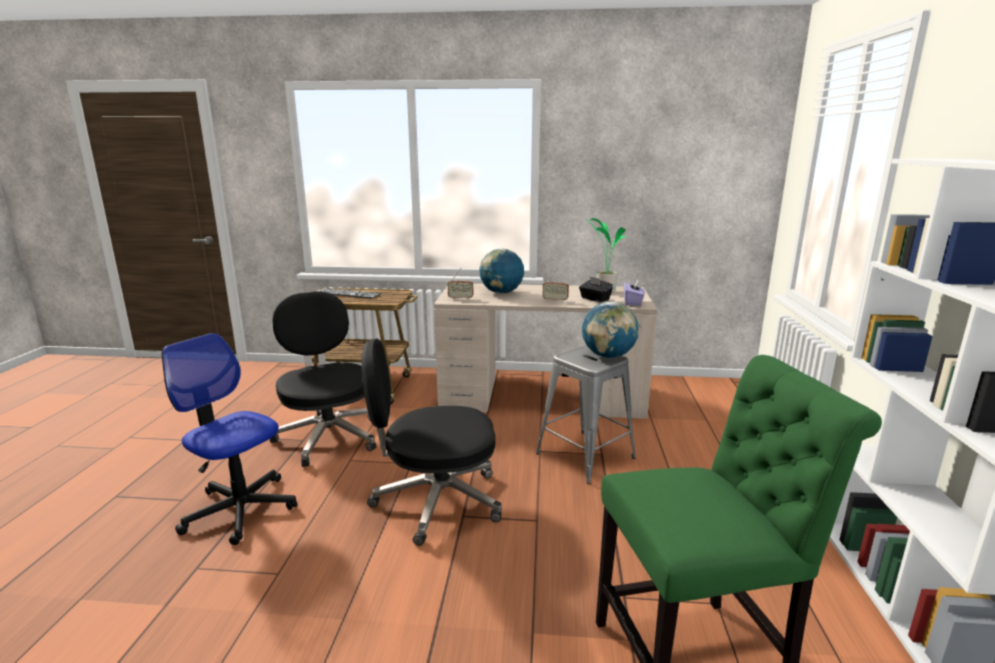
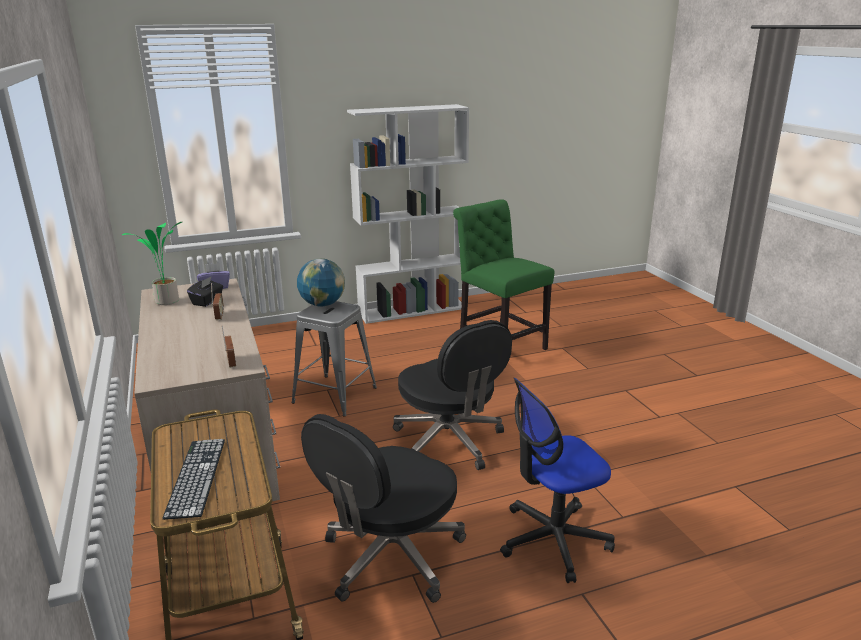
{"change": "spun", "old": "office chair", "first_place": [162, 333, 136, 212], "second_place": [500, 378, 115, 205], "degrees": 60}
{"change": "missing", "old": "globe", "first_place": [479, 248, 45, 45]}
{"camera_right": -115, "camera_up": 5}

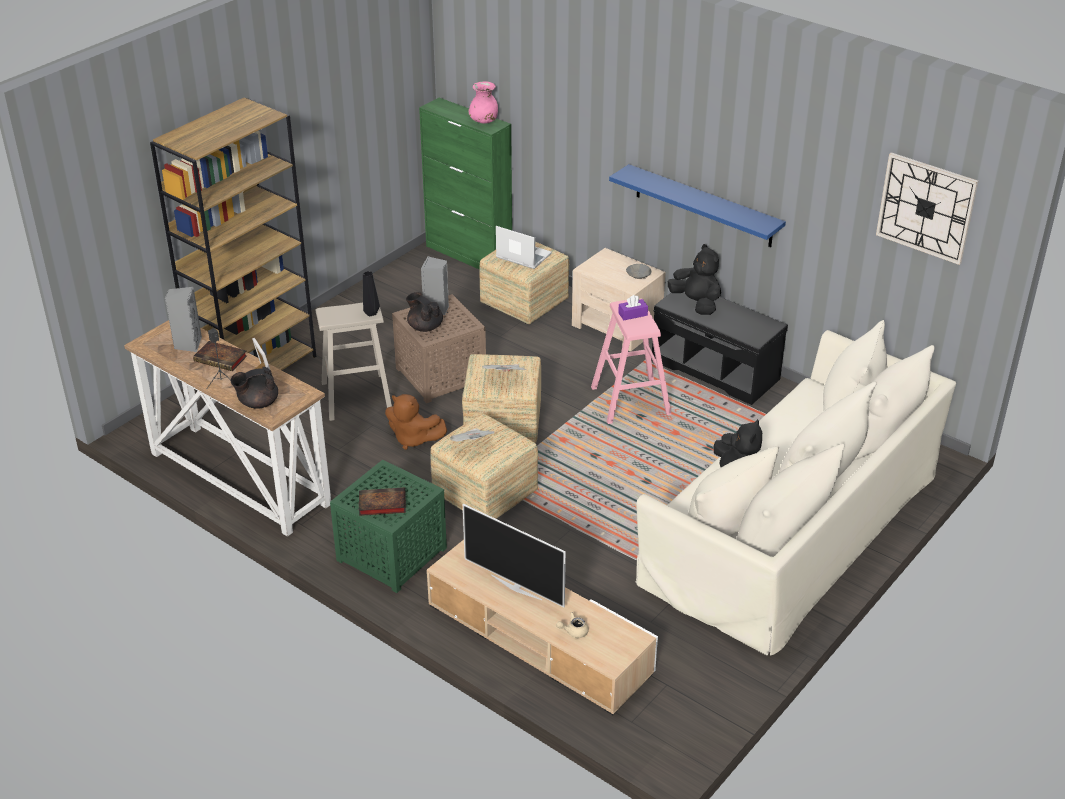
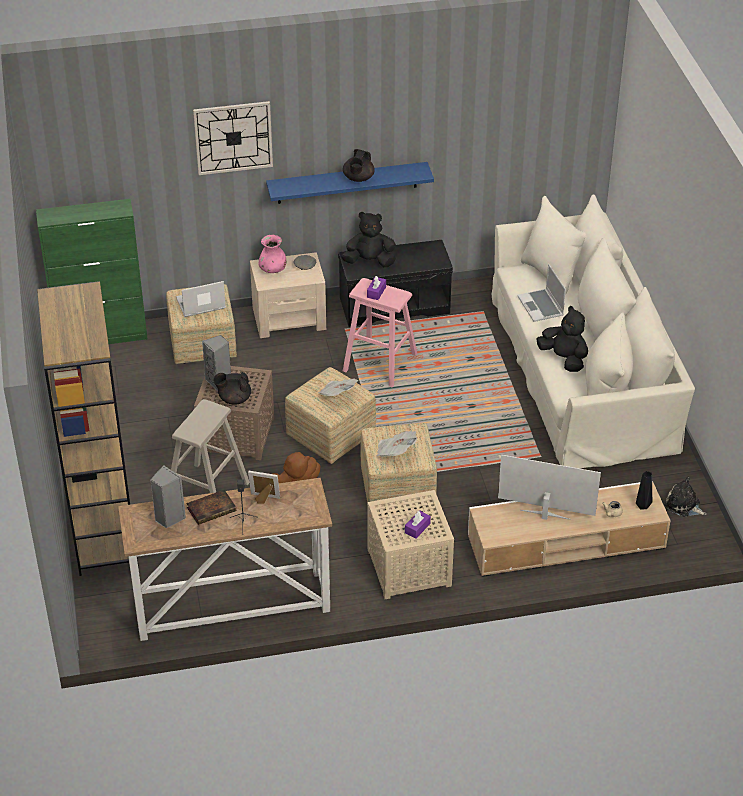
{"change": "relocated", "old": "wall clock", "first_place": [876, 153, 103, 112], "second_place": [193, 101, 80, 74]}
{"change": "relocated", "old": "vase (pink)", "first_place": [469, 81, 29, 43], "second_place": [259, 235, 27, 38]}
{"change": "relocated", "old": "teapot (black)", "first_place": [230, 367, 48, 42], "second_place": [343, 149, 32, 33]}
{"change": "colour", "old": "side table (green)", "new": "side table (beige)", "first_place": [330, 460, 117, 133], "second_place": [367, 490, 87, 109]}
{"change": "exchanged", "old": "book", "new": "tissue box (purple)", "first_place": [359, 487, 47, 29], "second_place": [405, 510, 26, 29]}
{"change": "spun", "old": "television", "first_place": [463, 504, 103, 103], "second_place": [498, 455, 103, 65], "degrees": -150}
{"change": "appeared", "new": "laptop", "second_place": [517, 264, 49, 58]}
{"change": "relocated", "old": "vase (black)", "first_place": [363, 271, 17, 45], "second_place": [636, 471, 16, 38]}
{"change": "appeared", "new": "plush toy", "second_place": [664, 477, 43, 40]}
{"camera_right": -50, "camera_up": 5}

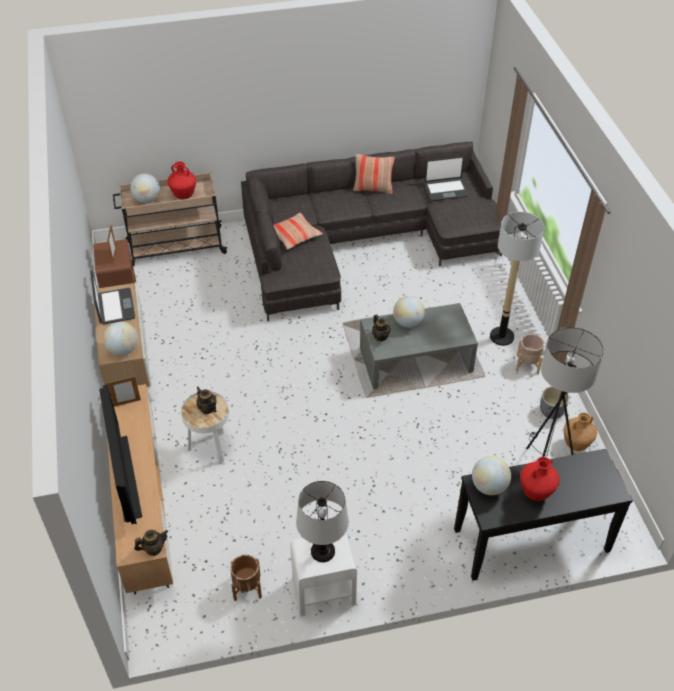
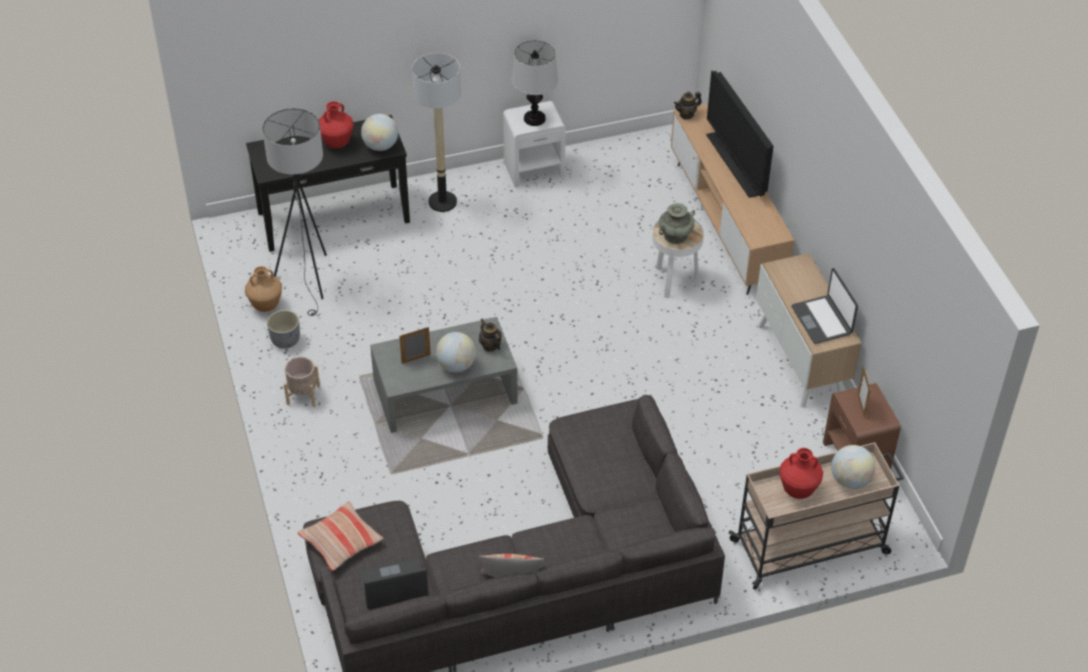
{"change": "relocated", "old": "pillow", "first_place": [273, 212, 50, 38], "second_place": [298, 501, 85, 70]}
{"change": "relocated", "old": "picture frame", "first_place": [108, 377, 33, 30], "second_place": [399, 327, 32, 37]}
{"change": "relocated", "old": "floor lamp", "first_place": [490, 212, 54, 134], "second_place": [412, 53, 49, 159]}
{"change": "exchanged", "old": "teapot", "new": "vase (turquoise)", "first_place": [196, 387, 21, 27], "second_place": [659, 203, 36, 41]}
{"change": "missing", "old": "globe", "first_place": [103, 322, 35, 34]}
{"change": "missing", "old": "planter (brown)", "first_place": [230, 555, 32, 46]}
{"camera_right": 175, "camera_up": 0}

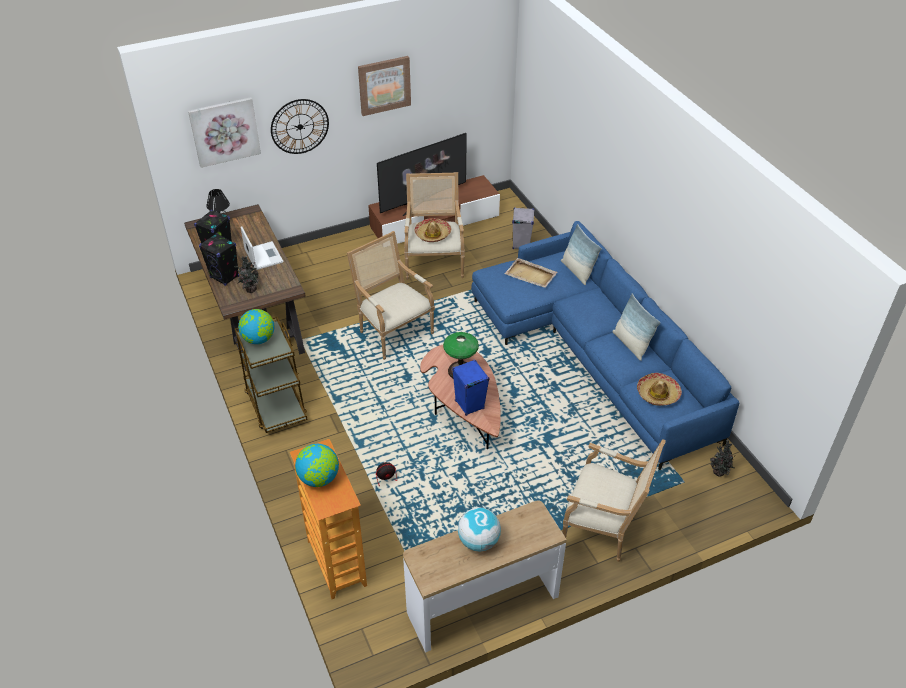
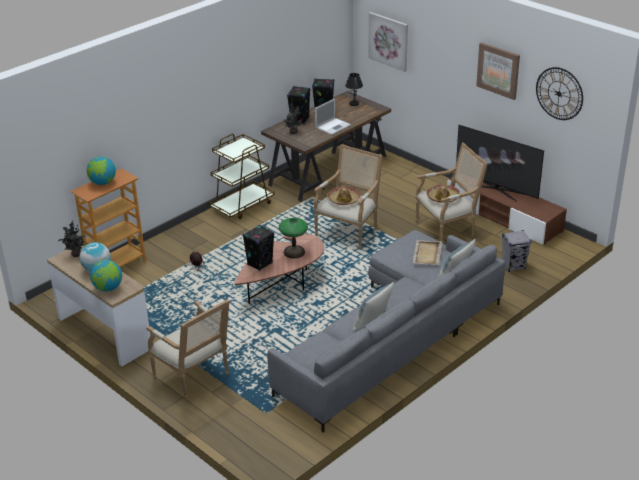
{"change": "relocated", "old": "potted plant", "first_place": [710, 439, 25, 38], "second_place": [58, 220, 29, 37]}
{"change": "relocated", "old": "globe", "first_place": [238, 309, 36, 35], "second_place": [90, 260, 32, 32]}
{"change": "spun", "old": "armchair", "first_place": [562, 439, 104, 123], "second_place": [146, 299, 83, 101], "degrees": -45}
{"change": "colour", "old": "speaker (blue)", "new": "speaker (black)", "first_place": [452, 359, 38, 57], "second_place": [242, 225, 32, 46]}
{"change": "colour", "old": "sofa (blue)", "new": "sofa (grey)", "first_place": [471, 221, 268, 249], "second_place": [268, 230, 237, 202]}
{"change": "relocated", "old": "hat", "first_place": [637, 373, 45, 33], "second_place": [327, 186, 34, 19]}
{"change": "relocated", "old": "wall clock", "first_place": [271, 99, 58, 55], "second_place": [536, 67, 47, 53]}
{"camera_right": 70, "camera_up": -10}

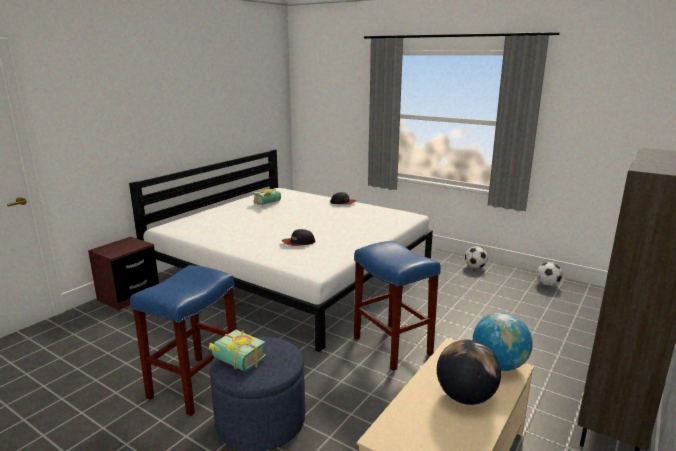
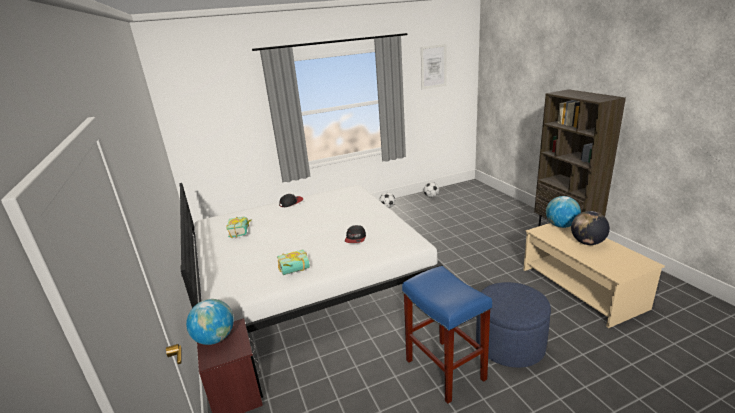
{"change": "appeared", "new": "globe", "second_place": [186, 299, 48, 46]}
{"change": "relocated", "old": "book", "first_place": [209, 330, 57, 42], "second_place": [277, 249, 33, 26]}
{"change": "appeared", "new": "picture", "second_place": [421, 44, 26, 45]}
{"change": "missing", "old": "stool (blue)", "first_place": [354, 241, 87, 130]}
{"camera_right": -55, "camera_up": 5}

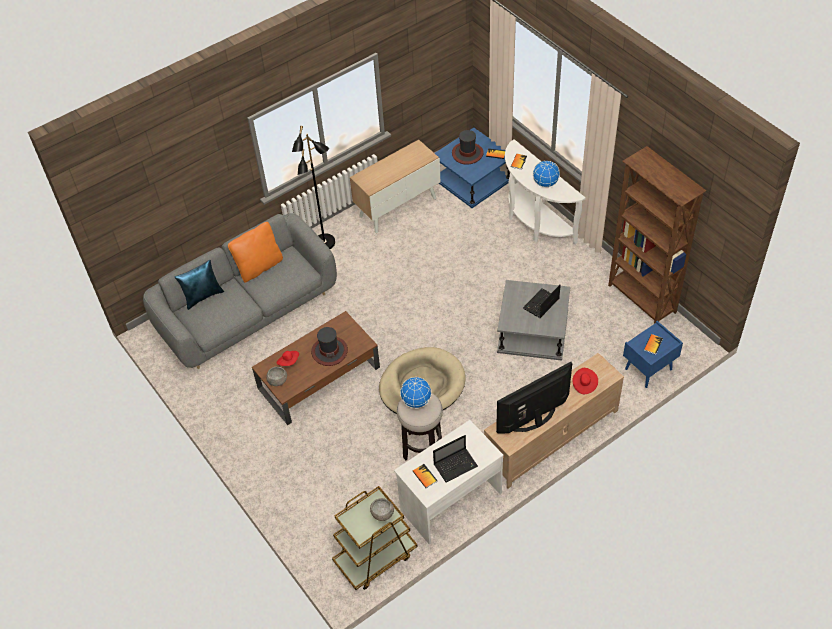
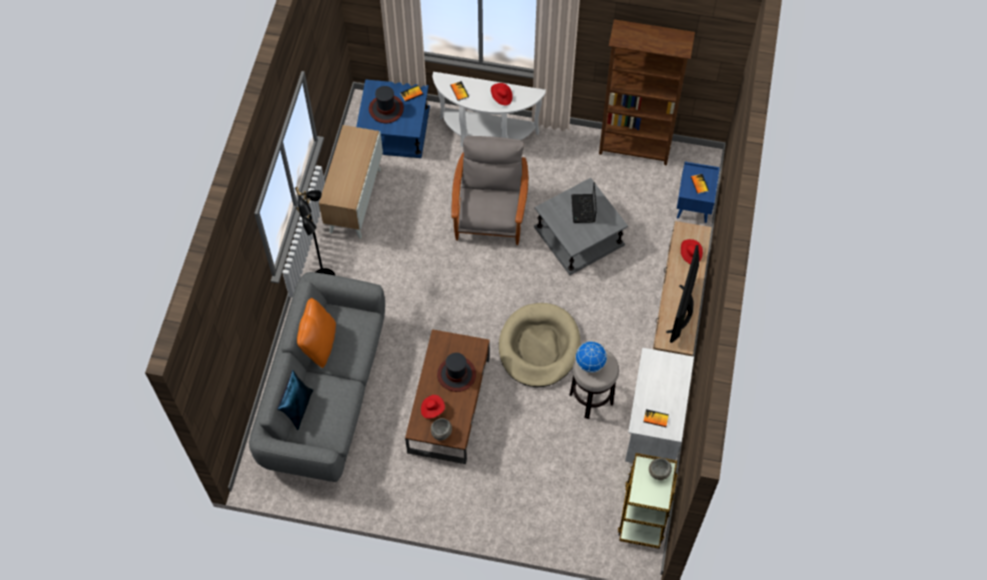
{"change": "appeared", "new": "armchair (grey)", "second_place": [451, 136, 78, 109]}
{"change": "exchanged", "old": "globe", "new": "hat (red)", "first_place": [533, 161, 27, 26], "second_place": [491, 83, 22, 22]}
{"change": "missing", "old": "laptop", "first_place": [433, 435, 45, 48]}
{"camera_right": -45, "camera_up": 10}

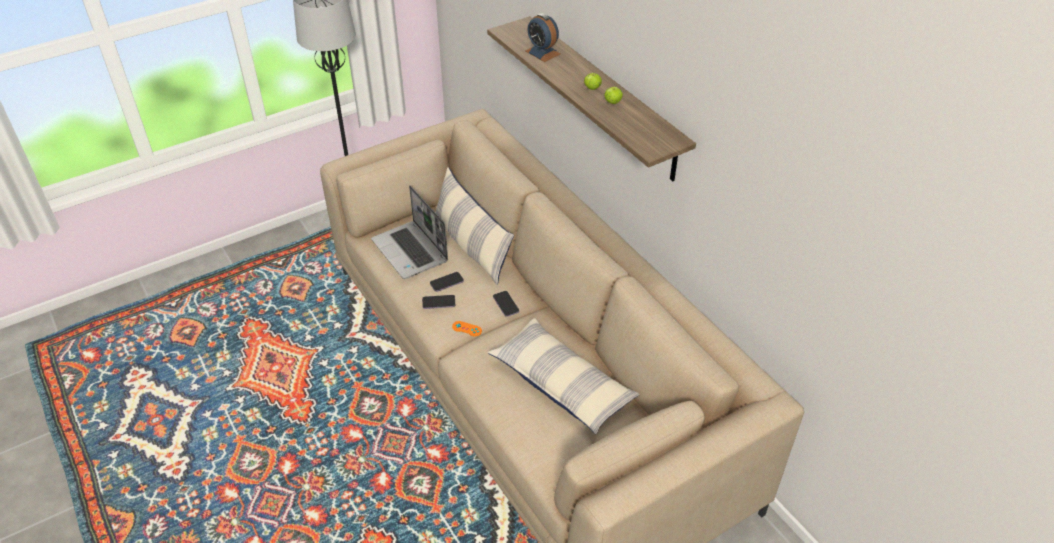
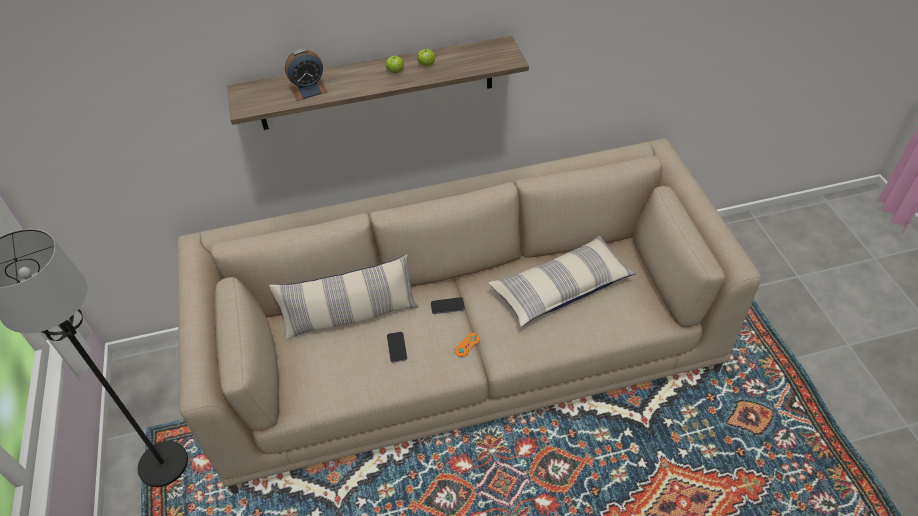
{"change": "missing", "old": "laptop", "first_place": [371, 185, 77, 94]}
{"change": "missing", "old": "phone", "first_place": [422, 295, 33, 14]}
{"camera_right": -70, "camera_up": 5}

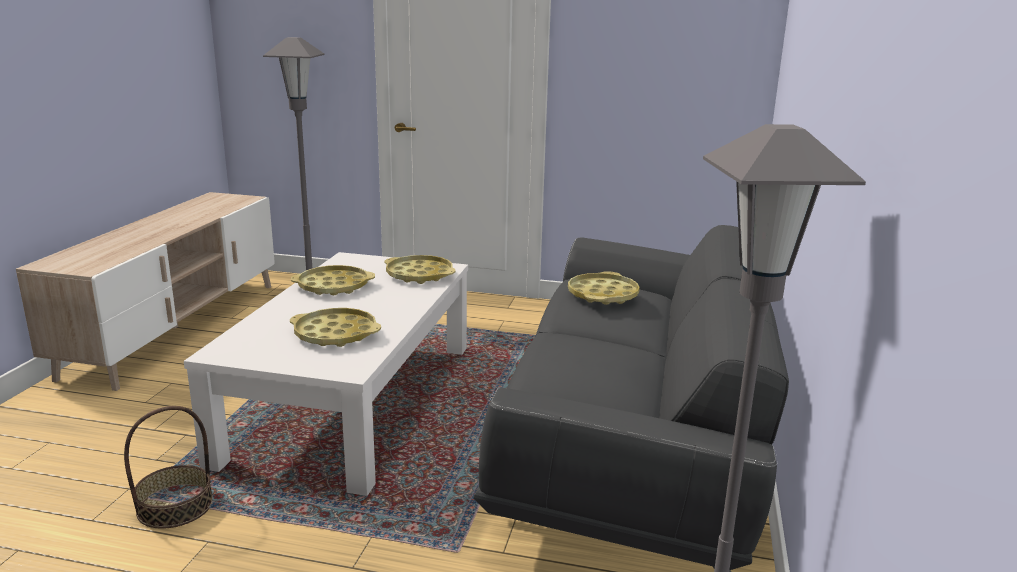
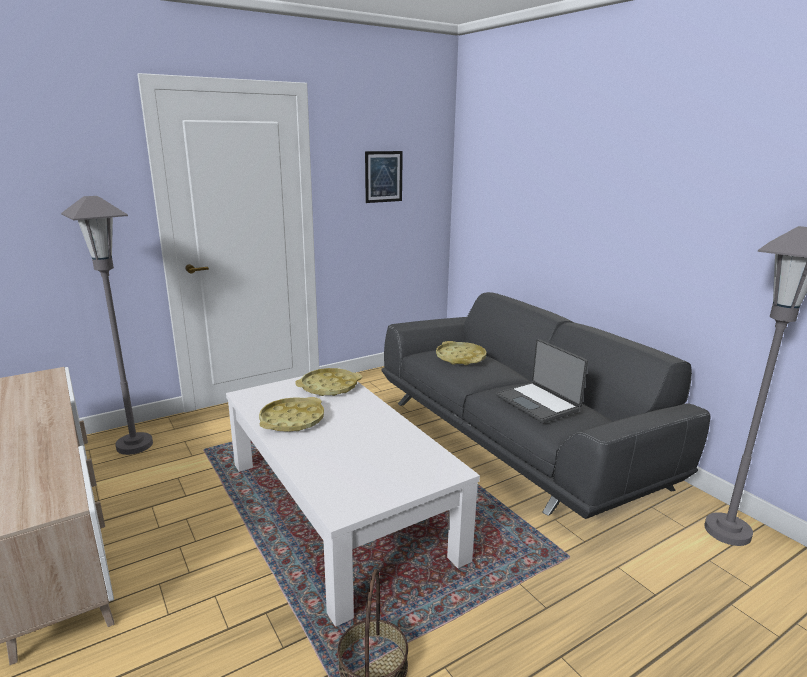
{"change": "appeared", "new": "picture", "second_place": [365, 151, 38, 52]}
{"change": "appeared", "new": "laptop", "second_place": [496, 339, 92, 84]}
{"change": "missing", "old": "tray (yellow)", "first_place": [290, 308, 91, 39]}
{"camera_right": -45, "camera_up": 0}

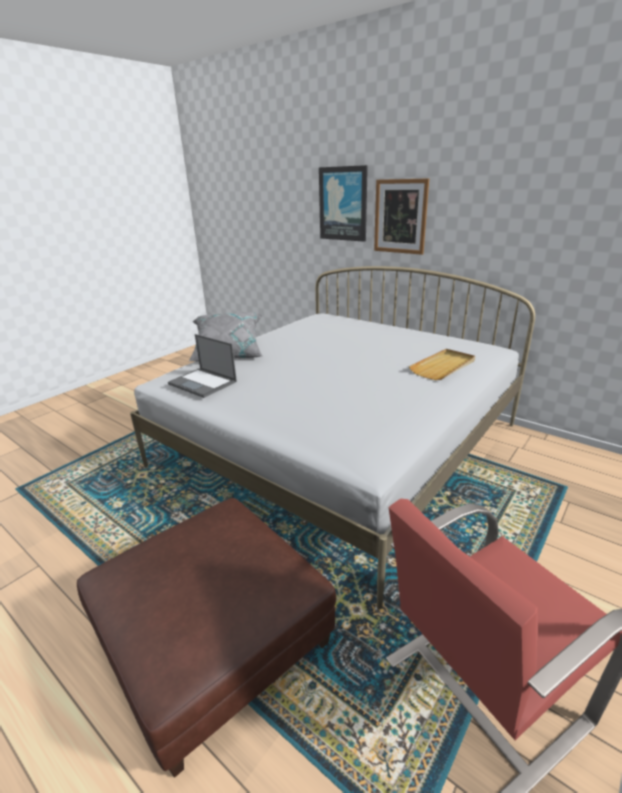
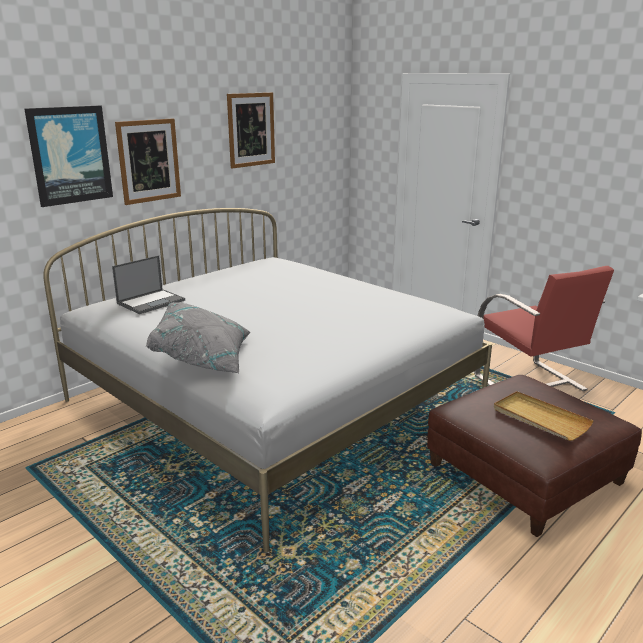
{"change": "relocated", "old": "laptop", "first_place": [168, 334, 69, 64], "second_place": [112, 255, 73, 59]}
{"change": "appeared", "new": "picture", "second_place": [227, 92, 48, 77]}
{"change": "relocated", "old": "tray (beige)", "first_place": [409, 349, 66, 31], "second_place": [494, 391, 100, 50]}
{"camera_right": -85, "camera_up": -5}

